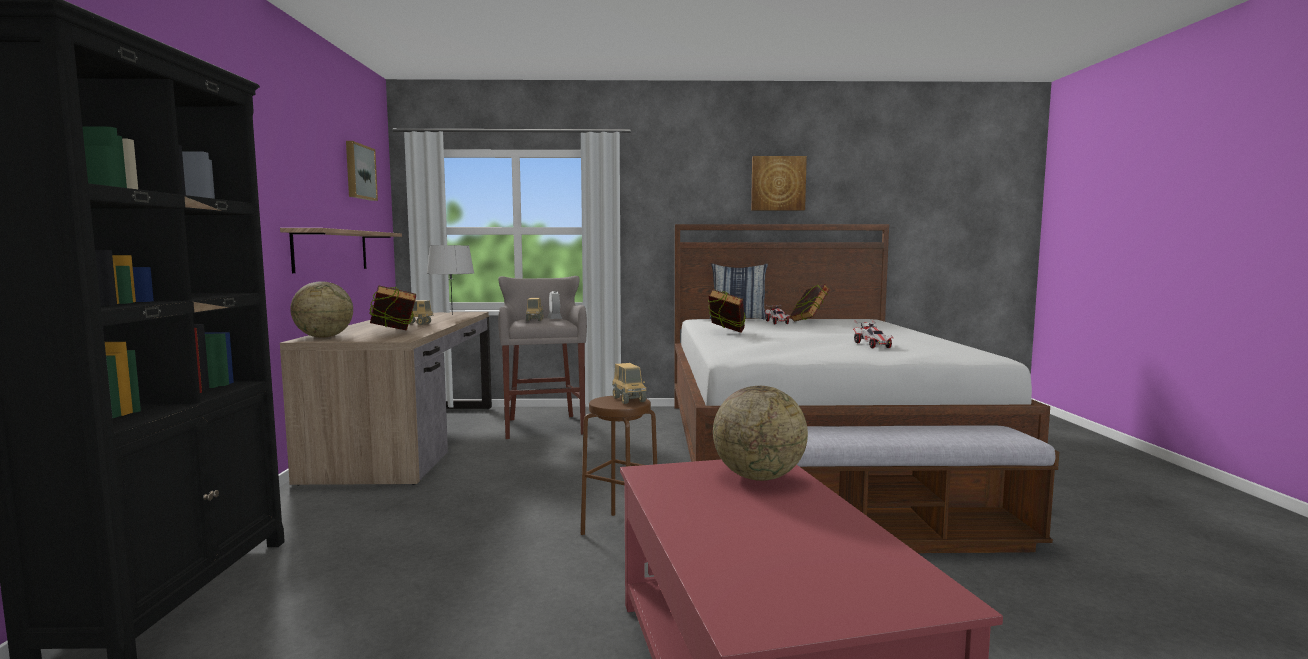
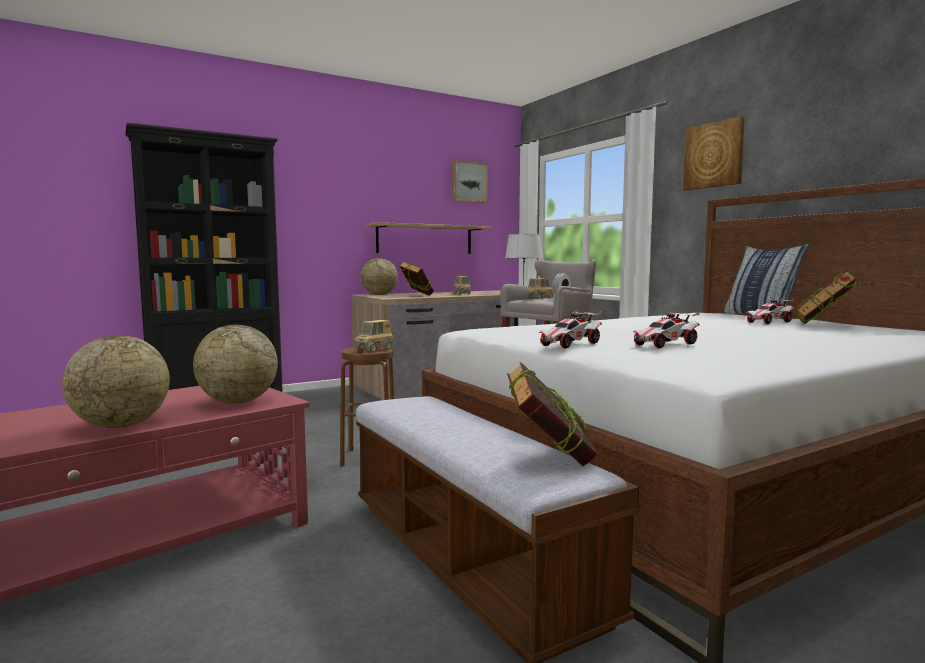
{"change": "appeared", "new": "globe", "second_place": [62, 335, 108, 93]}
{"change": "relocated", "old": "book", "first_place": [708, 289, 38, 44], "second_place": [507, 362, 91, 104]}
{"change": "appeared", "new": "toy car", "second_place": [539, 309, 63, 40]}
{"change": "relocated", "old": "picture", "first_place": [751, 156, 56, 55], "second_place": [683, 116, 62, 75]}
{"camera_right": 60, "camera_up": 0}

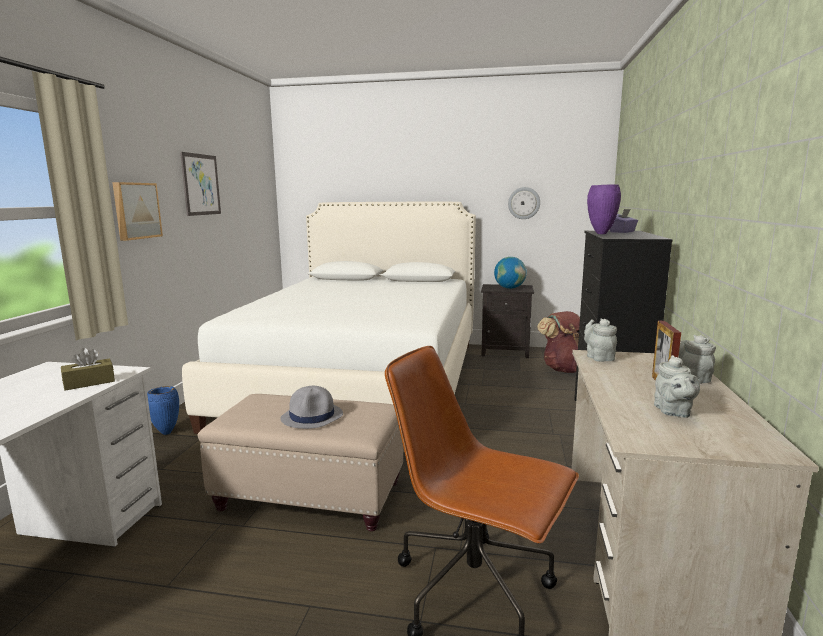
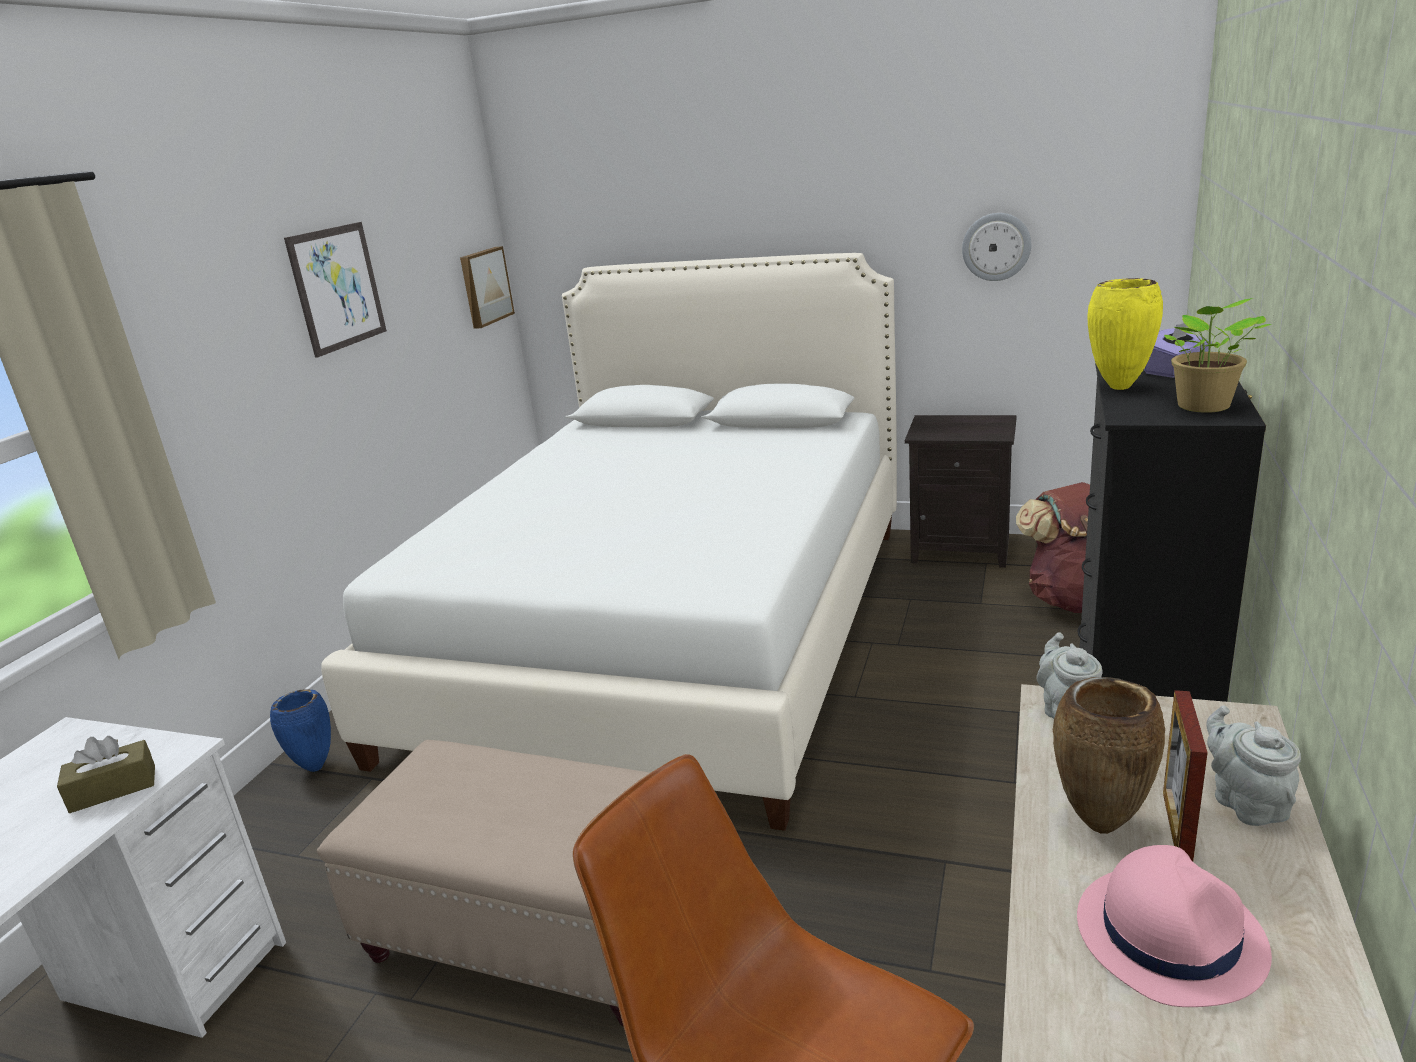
{"change": "relocated", "old": "picture", "first_place": [112, 182, 51, 59], "second_place": [460, 246, 55, 83]}
{"change": "appeared", "new": "vase (brown)", "second_place": [1053, 677, 112, 157]}
{"change": "exchanged", "old": "teapot (grey)", "new": "hat (pink)", "first_place": [654, 355, 46, 63], "second_place": [1077, 845, 195, 162]}
{"change": "colour", "old": "vase (purple)", "new": "vase (yellow)", "first_place": [587, 184, 34, 50], "second_place": [1087, 278, 76, 112]}
{"change": "appeared", "new": "potted plant", "second_place": [1164, 298, 108, 115]}
{"change": "missing", "old": "hat (grey)", "first_place": [280, 386, 63, 43]}
{"change": "missing", "old": "globe", "first_place": [494, 257, 33, 32]}
{"camera_right": 10, "camera_up": 10}

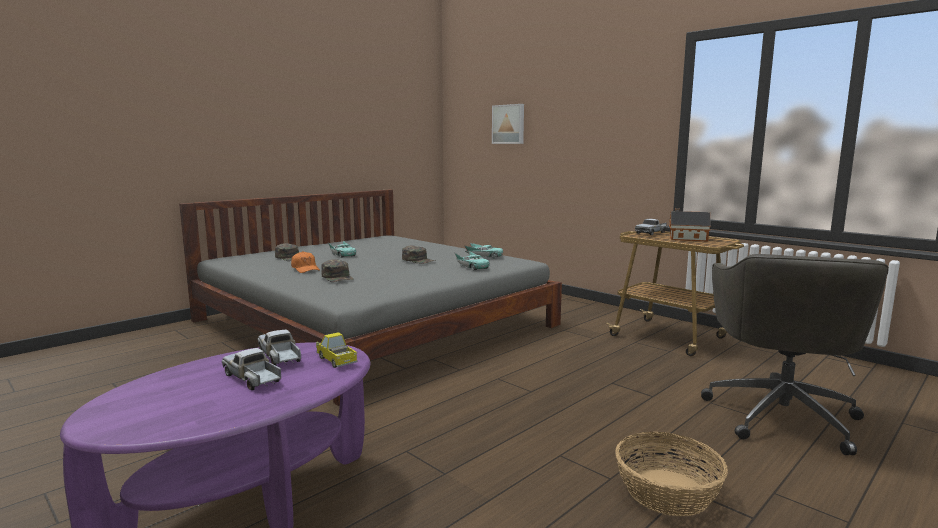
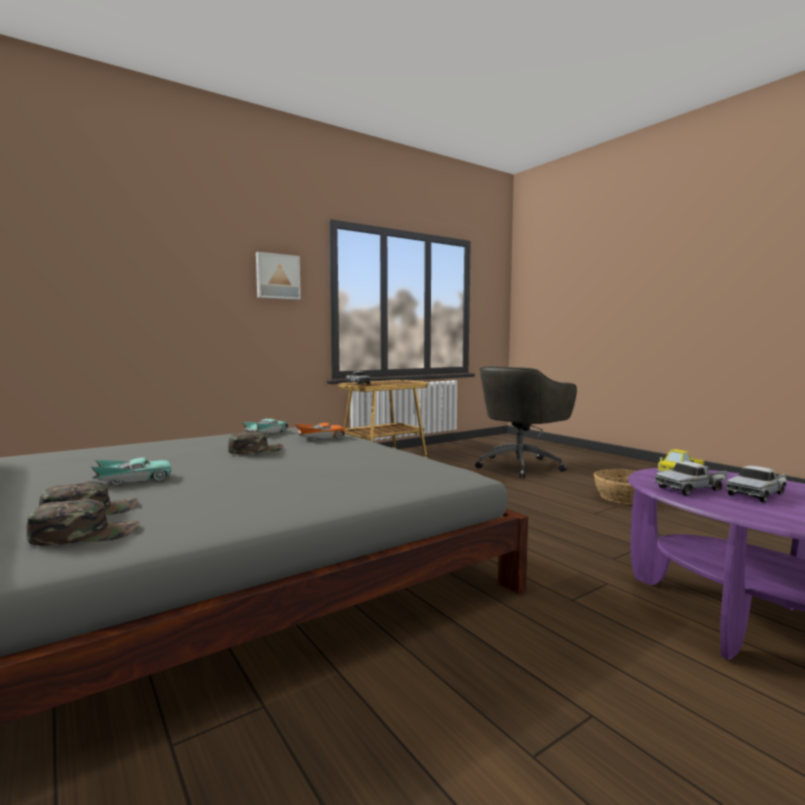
{"change": "relocated", "old": "cap (green)", "first_place": [321, 259, 33, 23], "second_place": [26, 499, 113, 47]}
{"change": "relocated", "old": "picture", "first_place": [492, 104, 32, 40], "second_place": [256, 252, 45, 48]}
{"change": "colour", "old": "toy car (turquoise)", "new": "toy car (orange)", "first_place": [454, 251, 36, 19], "second_place": [295, 423, 51, 18]}
{"change": "spun", "old": "office chair (grey)", "first_place": [701, 254, 188, 201], "second_place": [475, 366, 102, 112], "degrees": 105}
{"change": "missing", "old": "cap (orange)", "first_place": [291, 251, 29, 22]}
{"change": "missing", "old": "toy house", "first_place": [669, 208, 42, 34]}
{"camera_right": -80, "camera_up": -5}

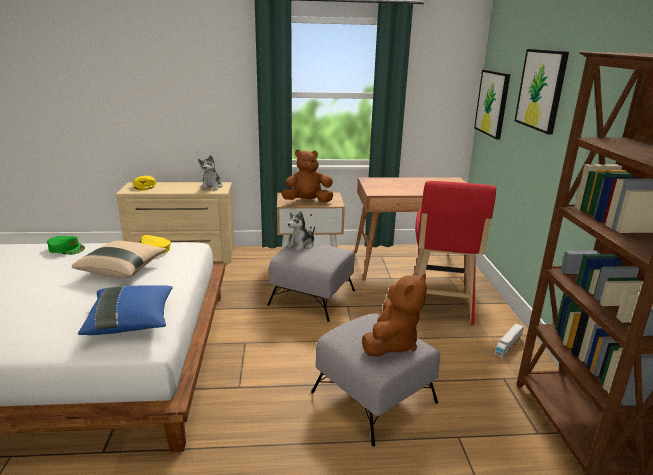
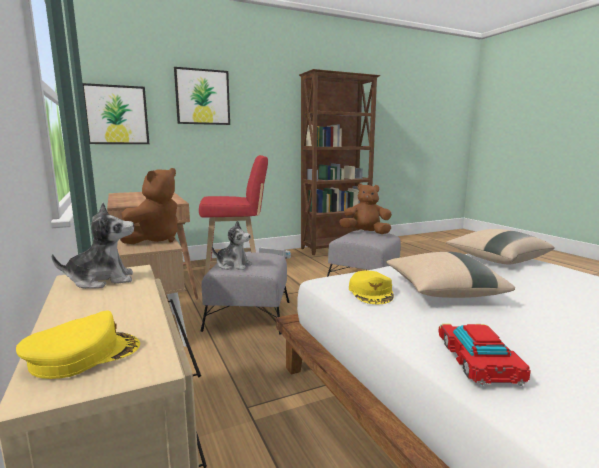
{"change": "spun", "old": "plush toy (brown)", "first_place": [282, 149, 51, 53], "second_place": [120, 168, 58, 76], "degrees": -120}
{"change": "exchanged", "old": "cap (green)", "new": "toy car", "first_place": [47, 236, 38, 19], "second_place": [438, 324, 93, 62]}
{"change": "colour", "old": "pillow (blue)", "new": "pillow (beige)", "first_place": [78, 285, 95, 50], "second_place": [446, 229, 109, 35]}
{"camera_right": -110, "camera_up": -10}

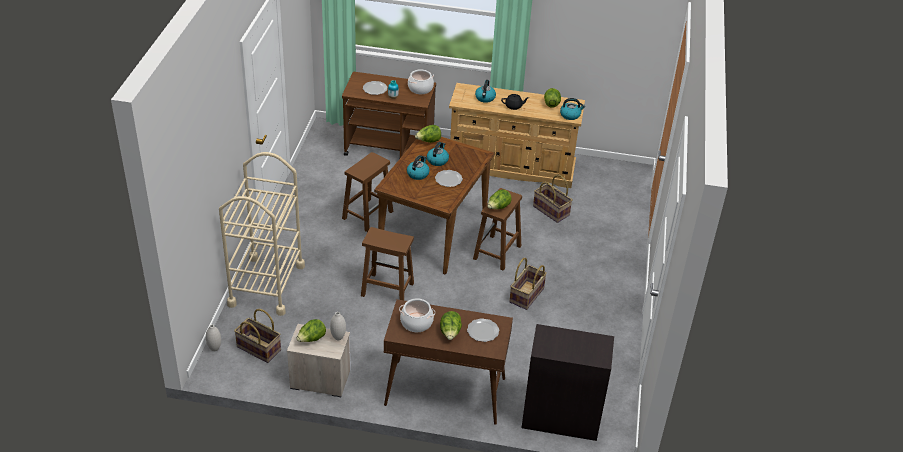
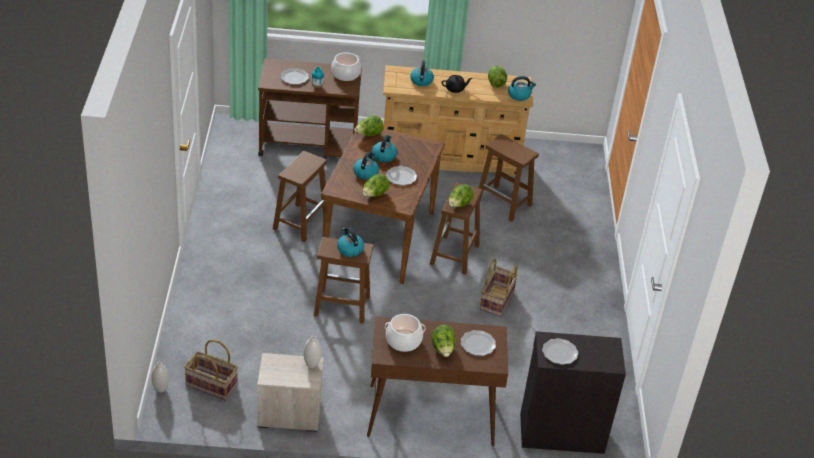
{"change": "appeared", "new": "kettle", "second_place": [337, 228, 27, 29]}
{"change": "relocated", "old": "lettuce", "first_place": [296, 319, 30, 23], "second_place": [362, 174, 27, 23]}
{"change": "exchanged", "old": "basket", "new": "stool (brown)", "first_place": [533, 175, 40, 48], "second_place": [479, 134, 60, 88]}
{"change": "appeared", "new": "plate", "second_place": [542, 338, 36, 27]}
{"change": "missing", "old": "cart (beige)", "first_place": [219, 152, 86, 164]}
{"camera_right": -10, "camera_up": 0}

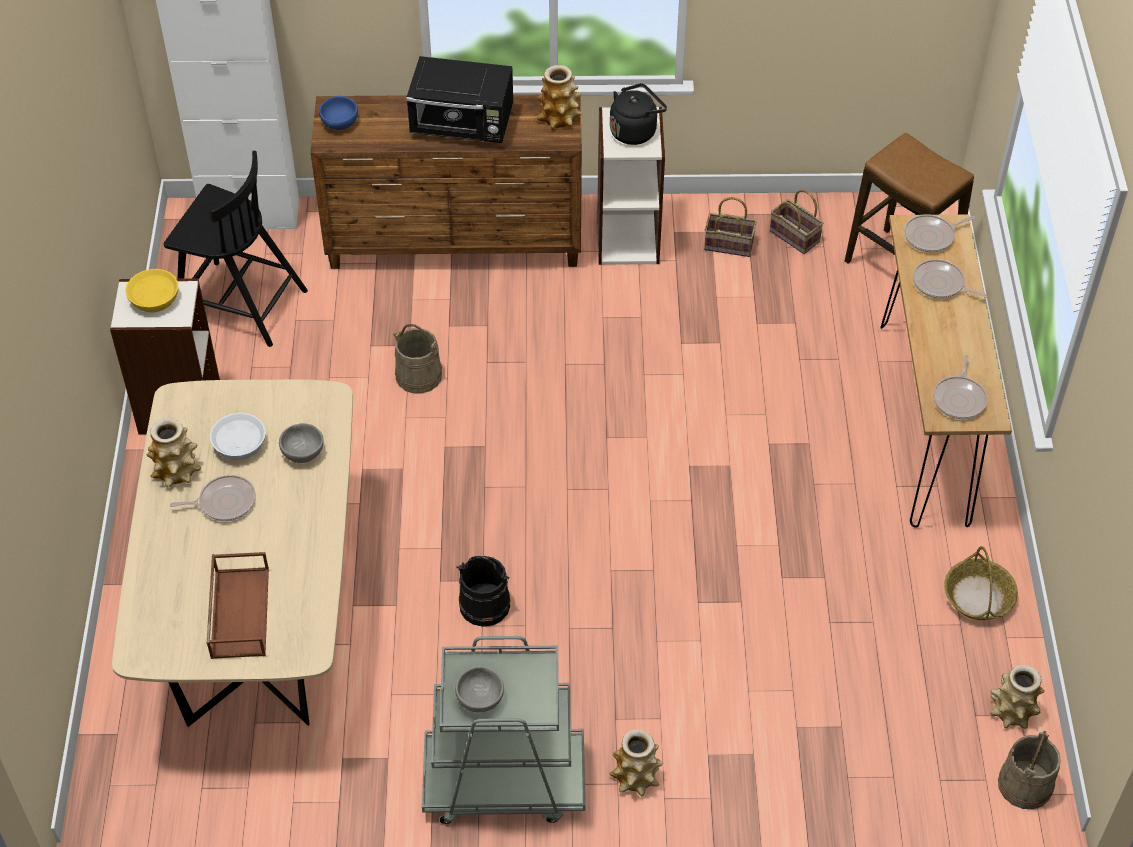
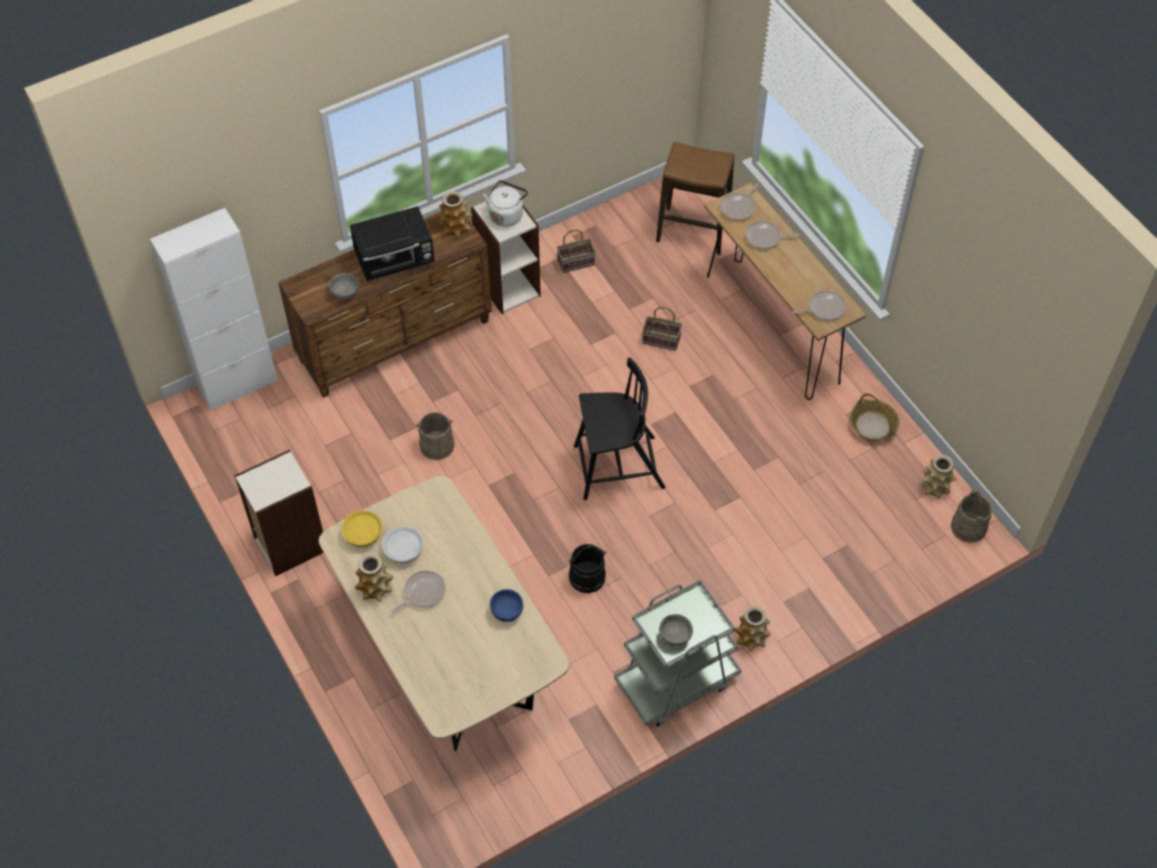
{"change": "relocated", "old": "bowl (grey)", "first_place": [279, 423, 45, 40], "second_place": [329, 273, 30, 27]}
{"change": "relocated", "old": "bowl (yellow)", "first_place": [125, 269, 53, 43], "second_place": [341, 510, 41, 37]}
{"change": "colour", "old": "kettle (black)", "new": "kettle (white)", "first_place": [610, 83, 57, 62], "second_place": [483, 180, 45, 47]}
{"change": "relocated", "old": "bowl (blue)", "first_place": [319, 96, 39, 34], "second_place": [490, 589, 33, 33]}
{"change": "relocated", "old": "chair (black)", "first_place": [164, 151, 144, 196], "second_place": [574, 357, 91, 143]}
{"change": "relocated", "old": "basket", "first_place": [770, 189, 54, 65], "second_place": [642, 307, 40, 44]}
{"change": "spun", "old": "frying pan", "first_place": [933, 355, 55, 64], "second_place": [793, 290, 53, 30], "degrees": -90}
{"change": "missing", "old": "tray (brown)", "first_place": [207, 552, 62, 107]}
{"camera_right": -30, "camera_up": 5}

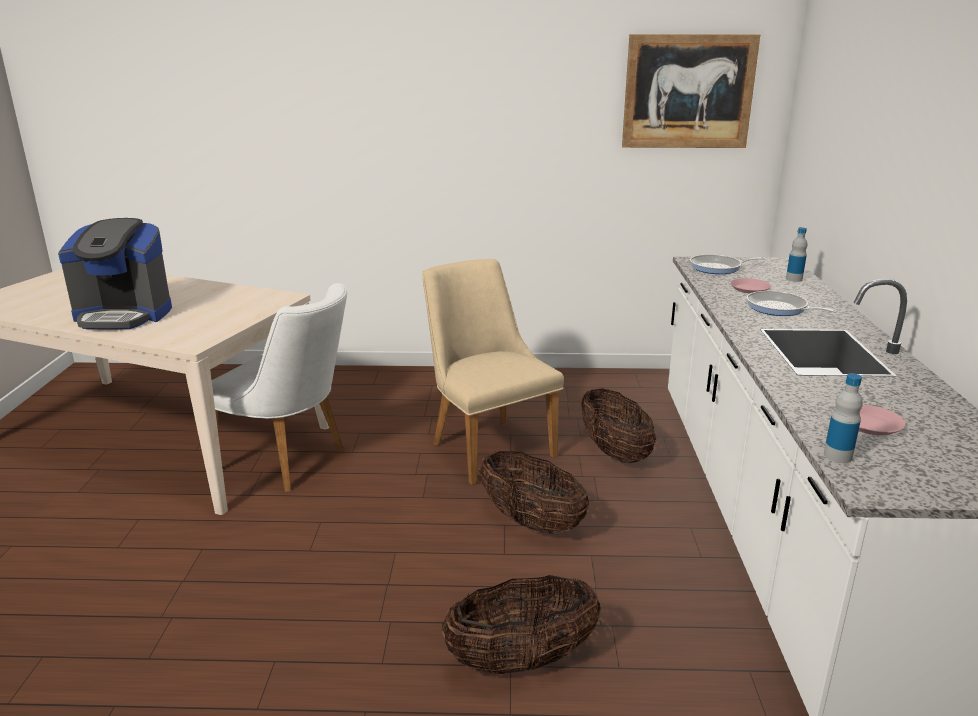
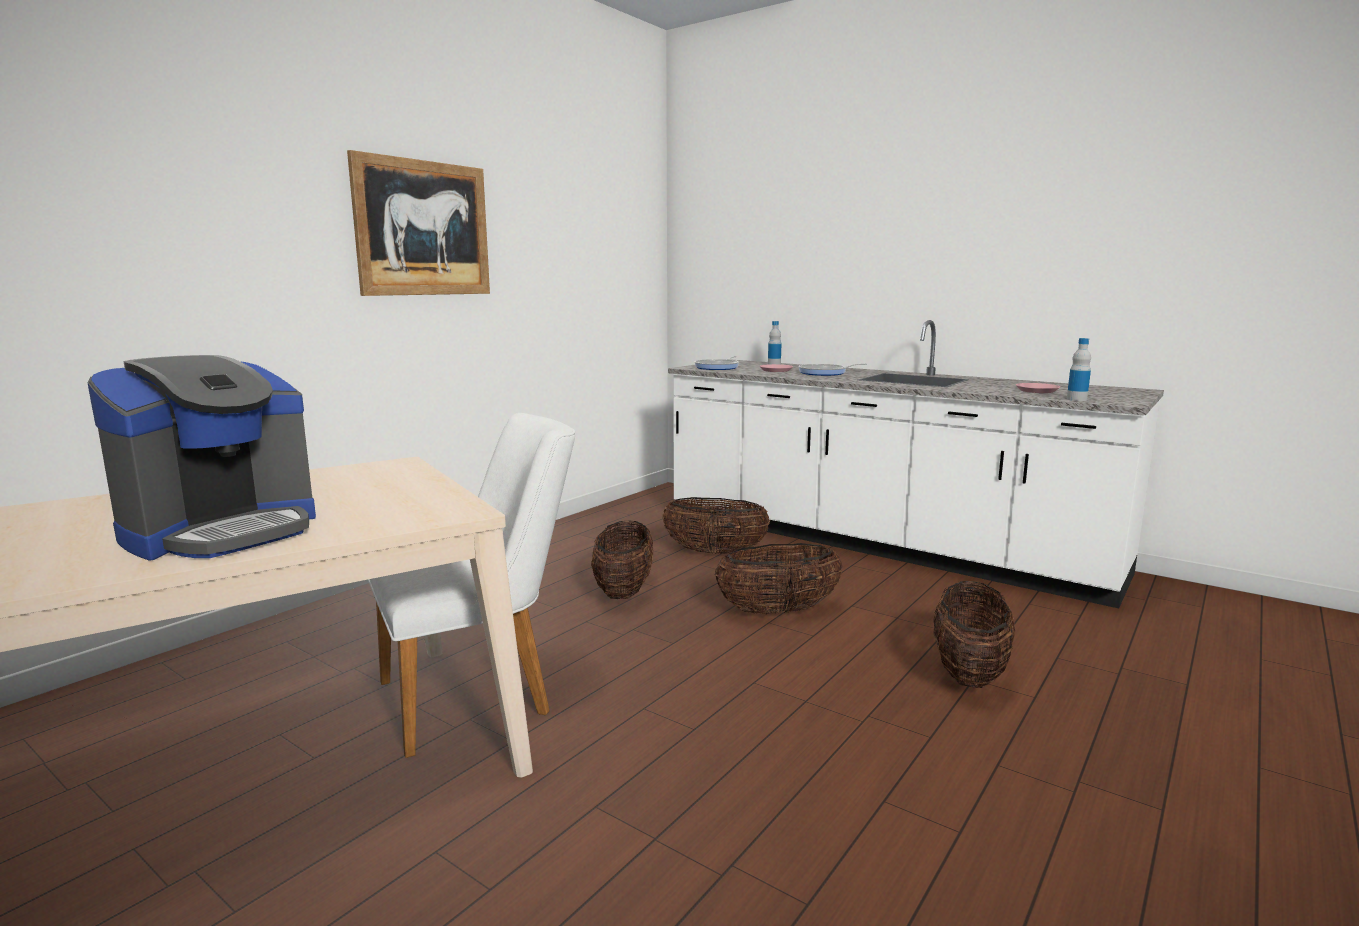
{"change": "relocated", "old": "picture", "first_place": [622, 34, 138, 114], "second_place": [347, 150, 143, 146]}
{"change": "exchanged", "old": "chair (beige)", "new": "basket", "first_place": [422, 259, 142, 226], "second_place": [591, 521, 62, 78]}
{"camera_right": -55, "camera_up": -10}

